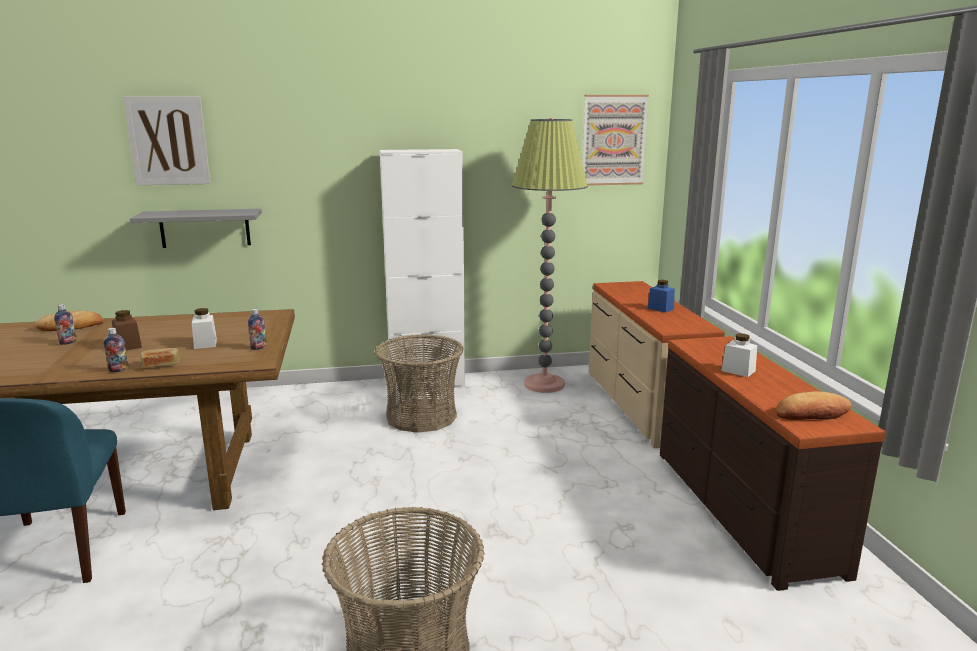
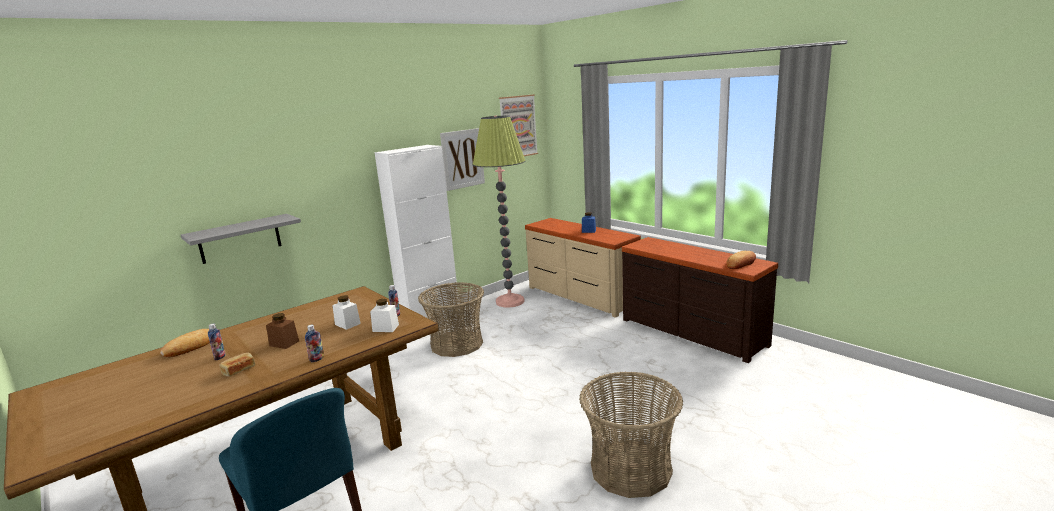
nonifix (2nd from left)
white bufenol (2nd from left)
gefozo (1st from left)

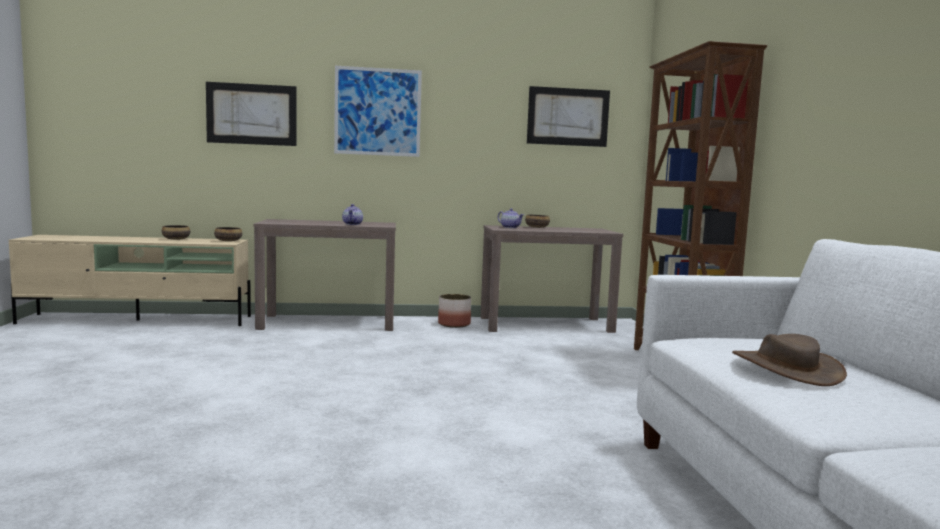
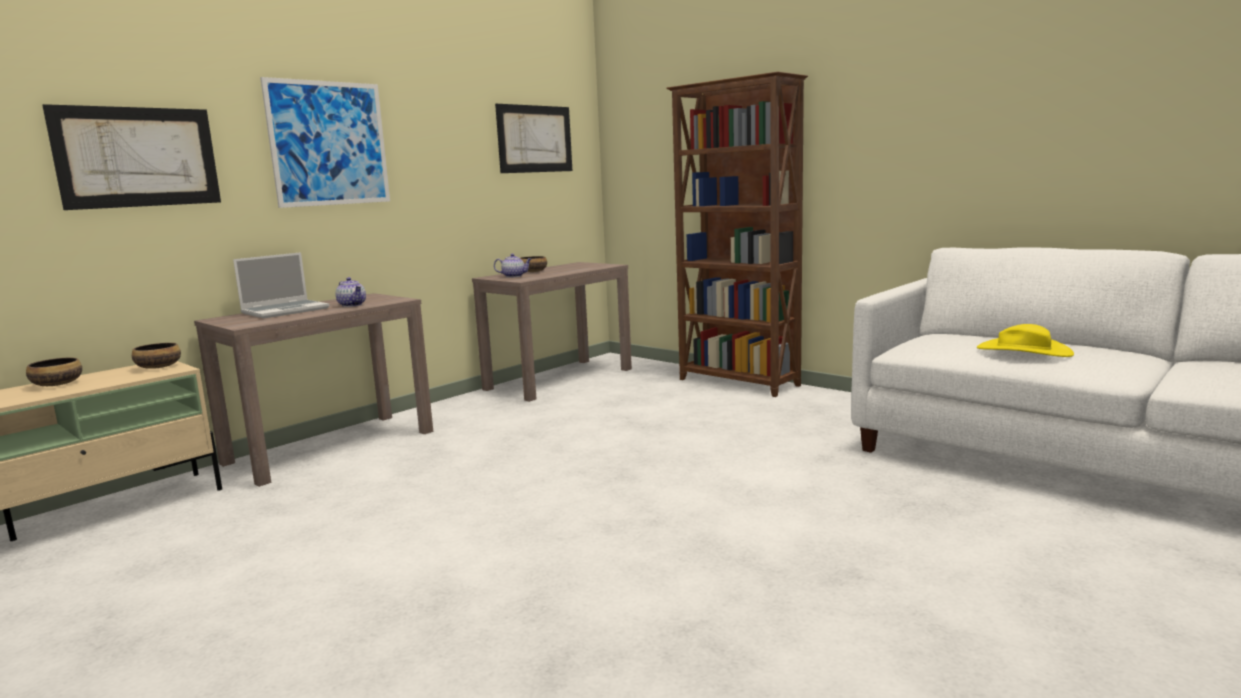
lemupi
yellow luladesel
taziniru

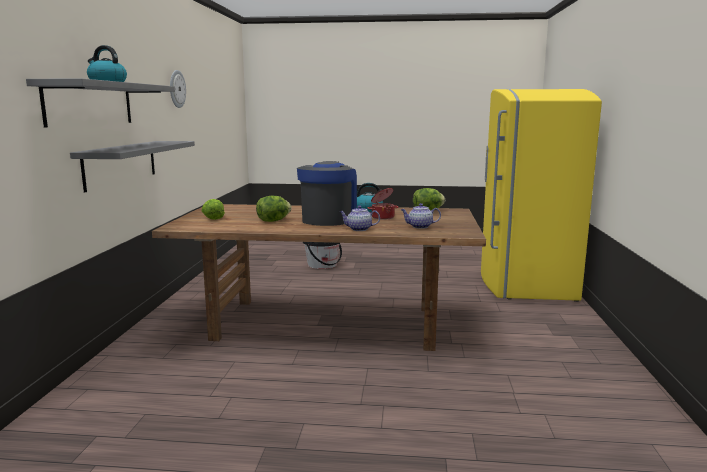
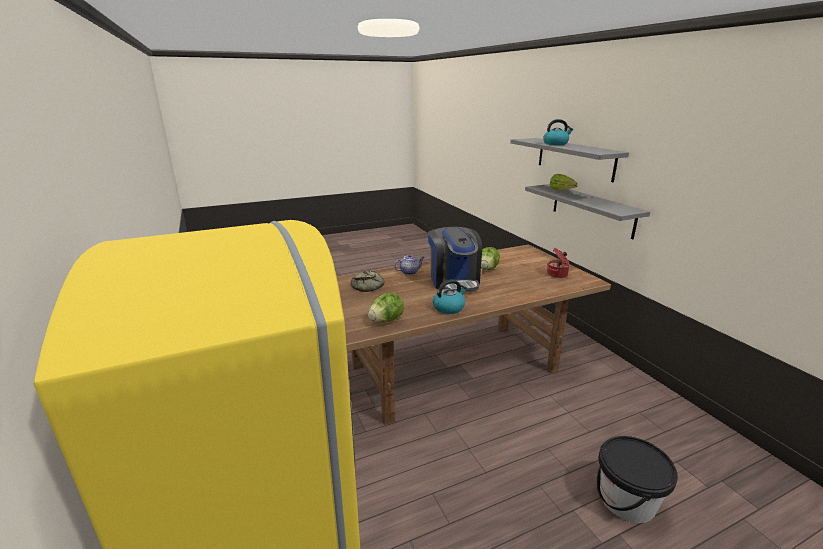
nonifix
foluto
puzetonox (3rd from left)
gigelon

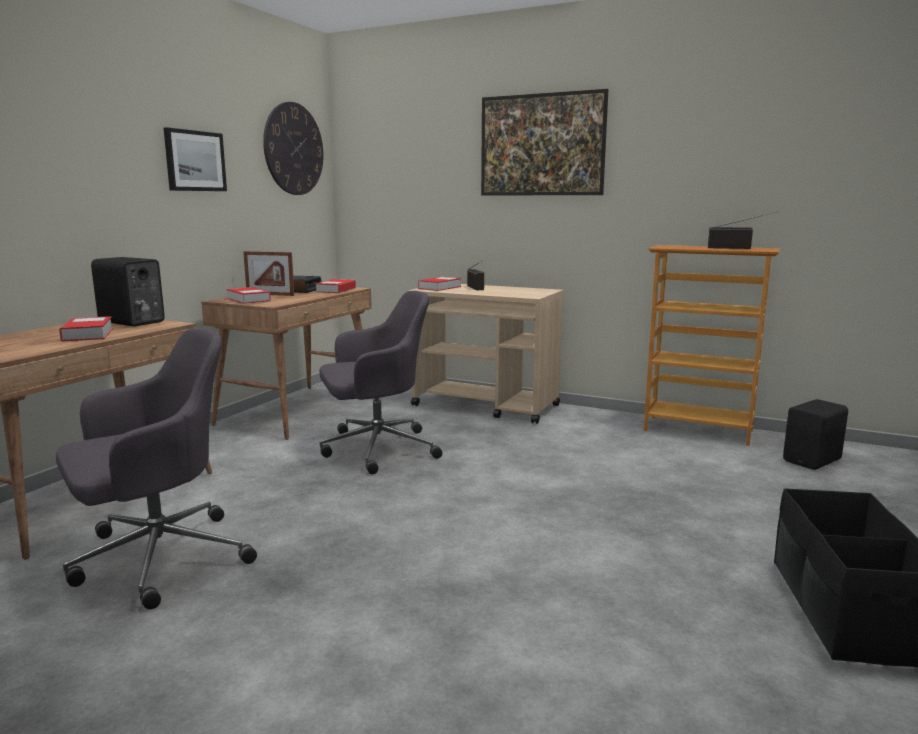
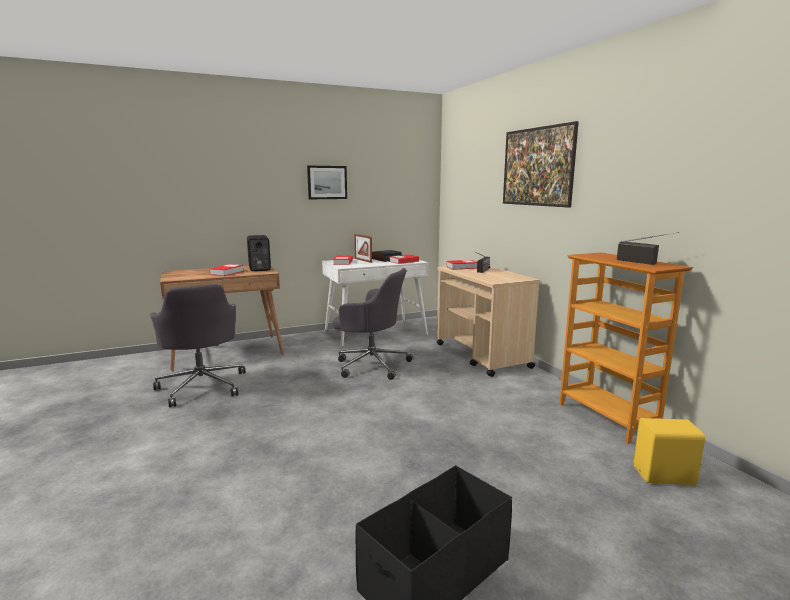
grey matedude (1st from left)
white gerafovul
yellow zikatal
gigelon

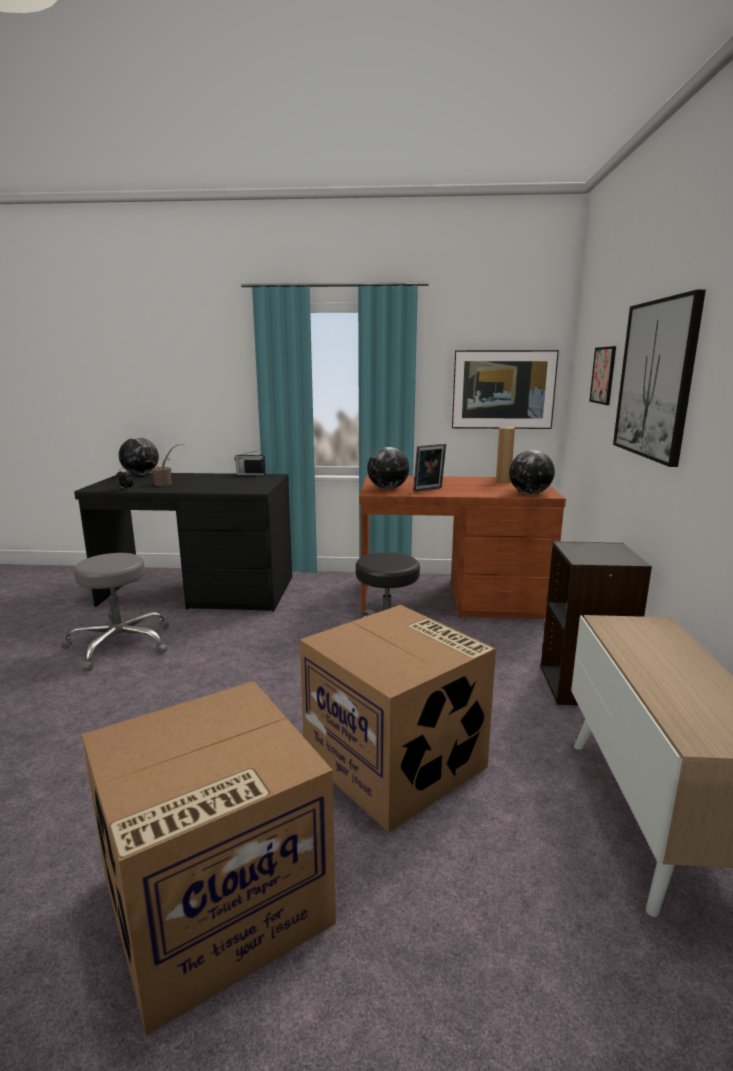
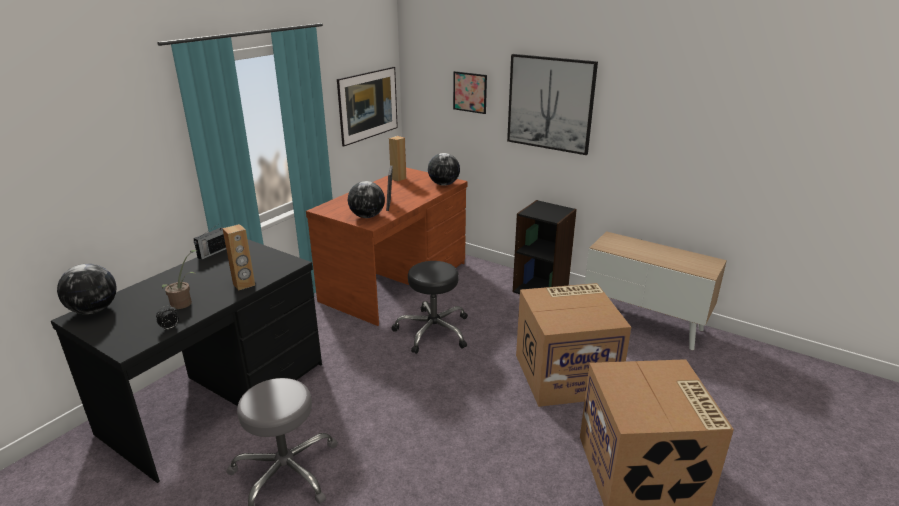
brown zikatal (1st from left)

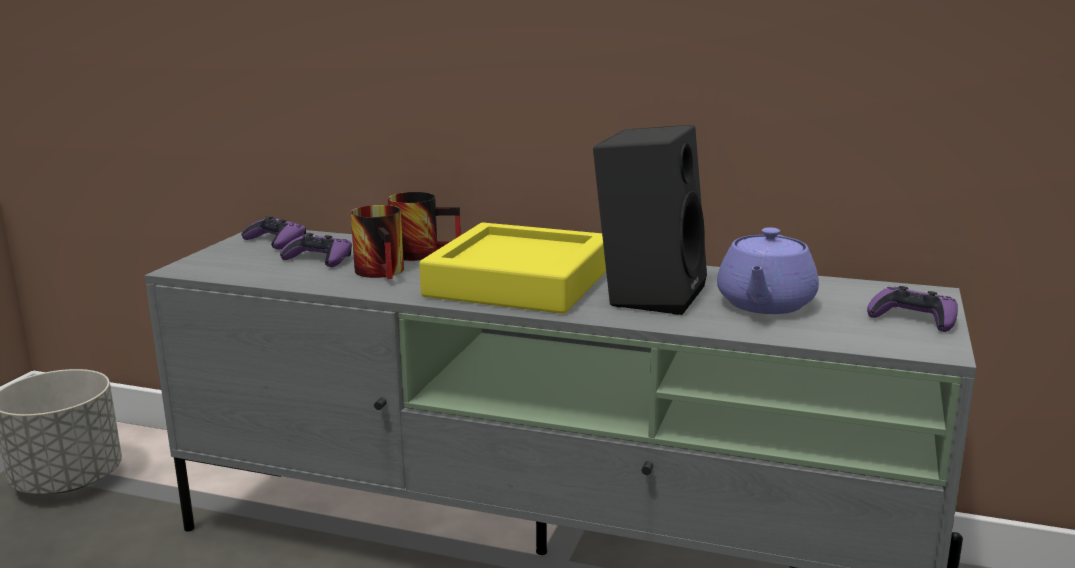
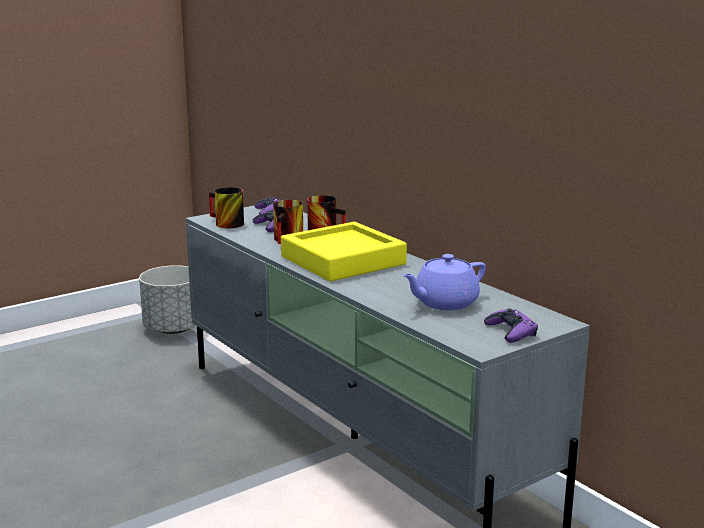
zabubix (1st from left)
black zikatal

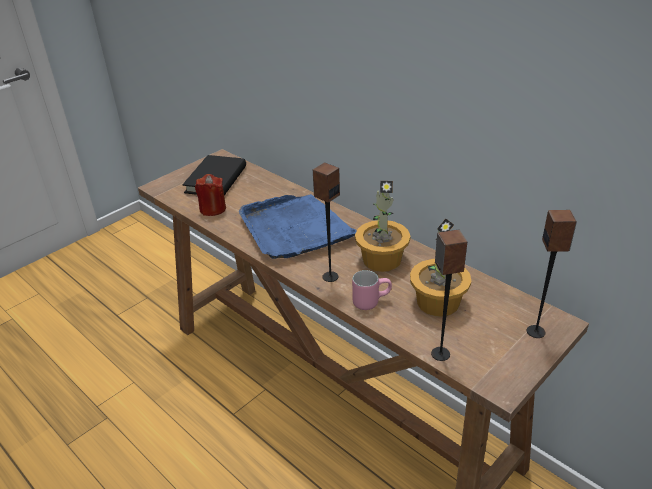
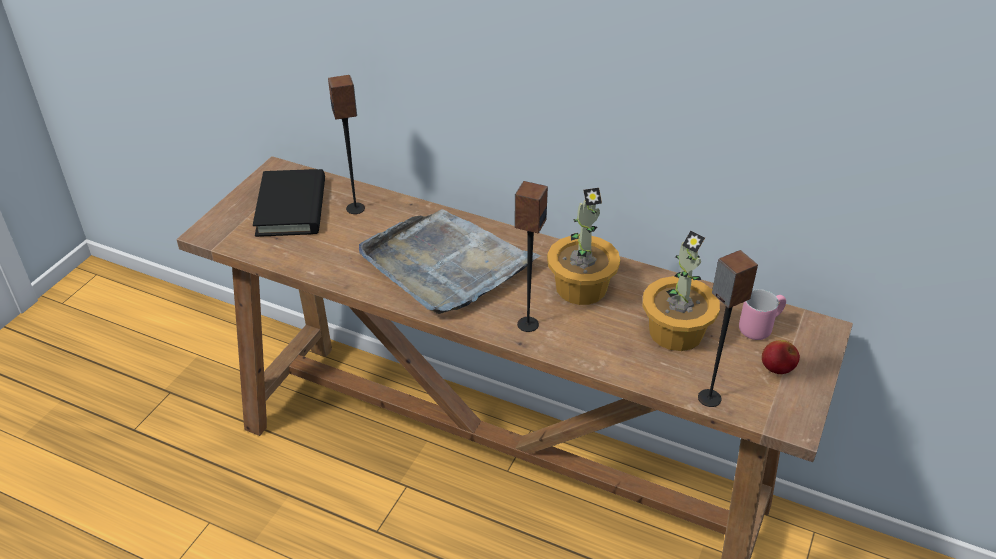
zikatal (1st from left)
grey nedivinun
pink zabubix
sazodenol
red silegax

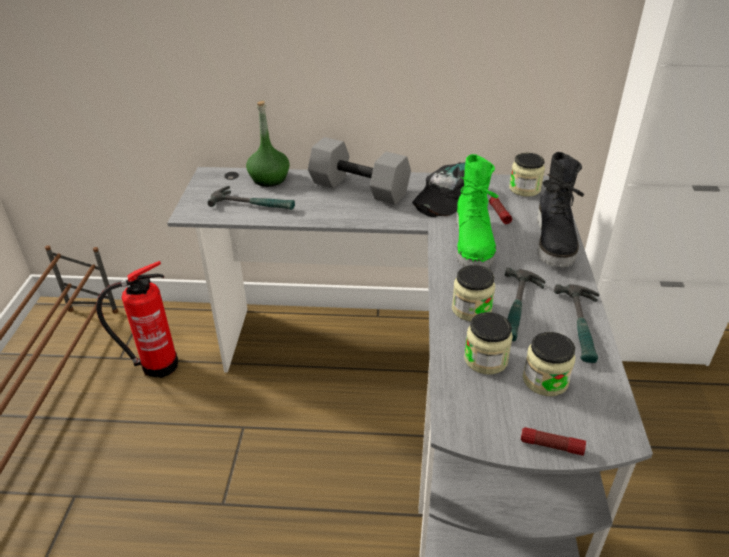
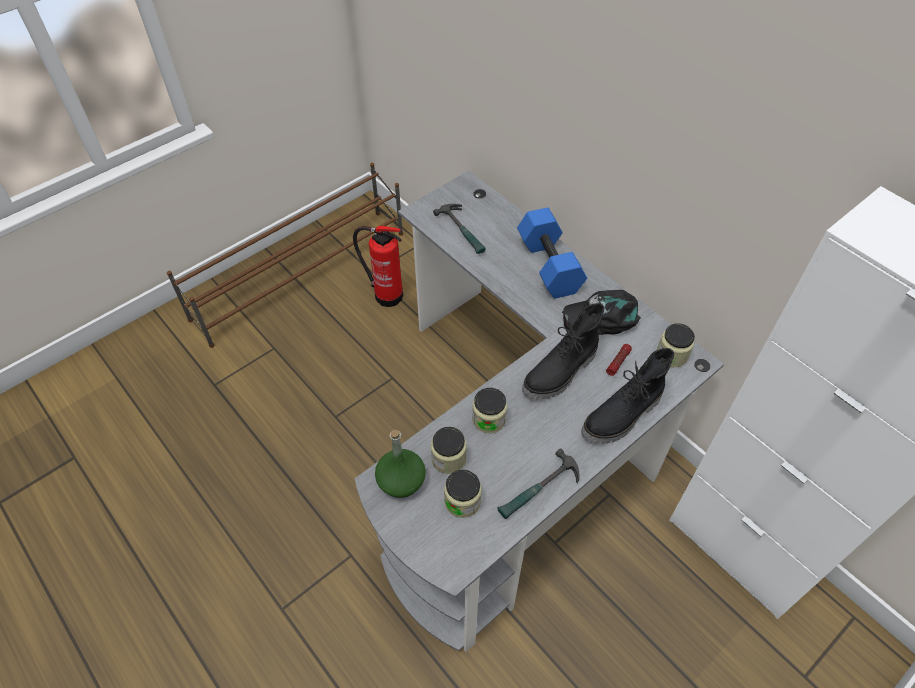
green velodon
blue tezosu
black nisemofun (1st from left)
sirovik (2nd from left in the first image)
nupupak (2nd from left in the first image)

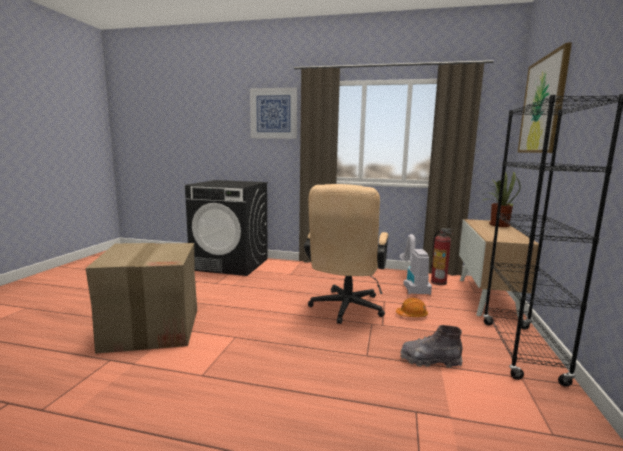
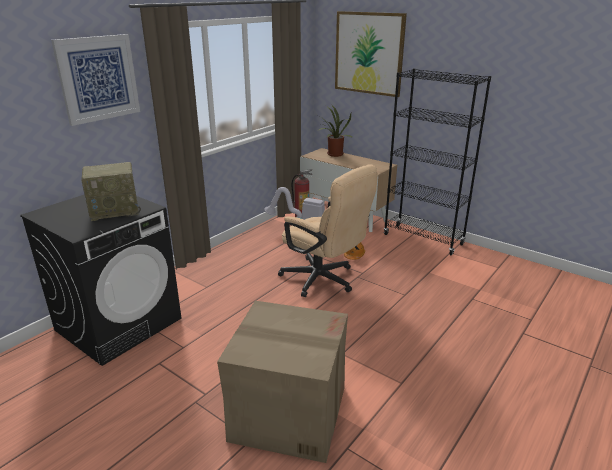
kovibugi
grey nisemofun

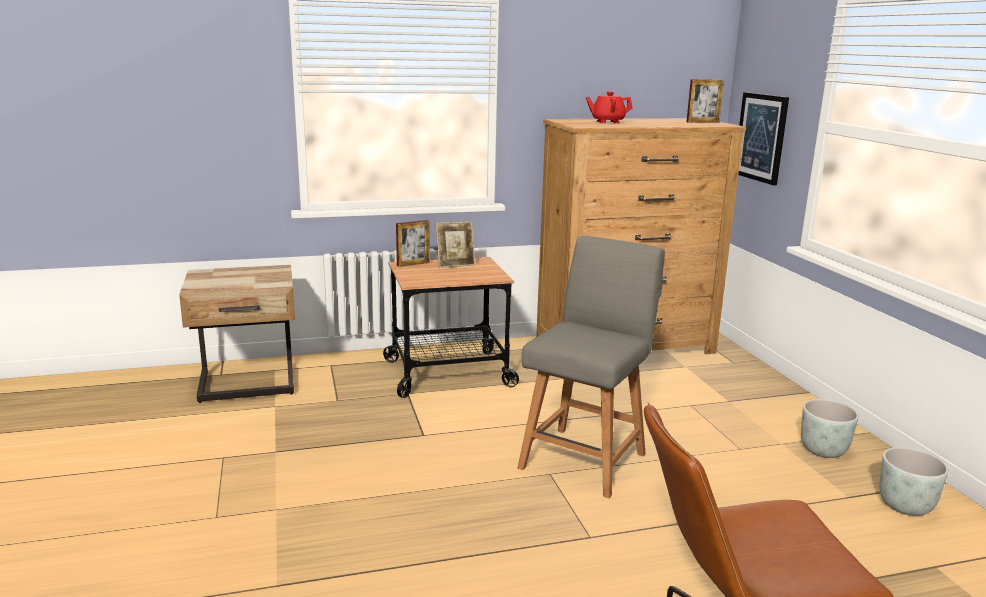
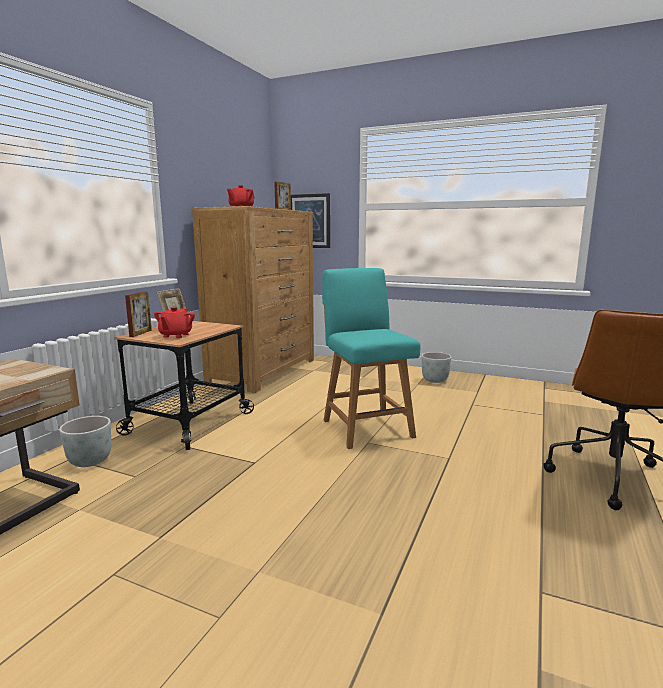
grey taziniru (1st from left)
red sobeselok (1st from left)
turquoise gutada

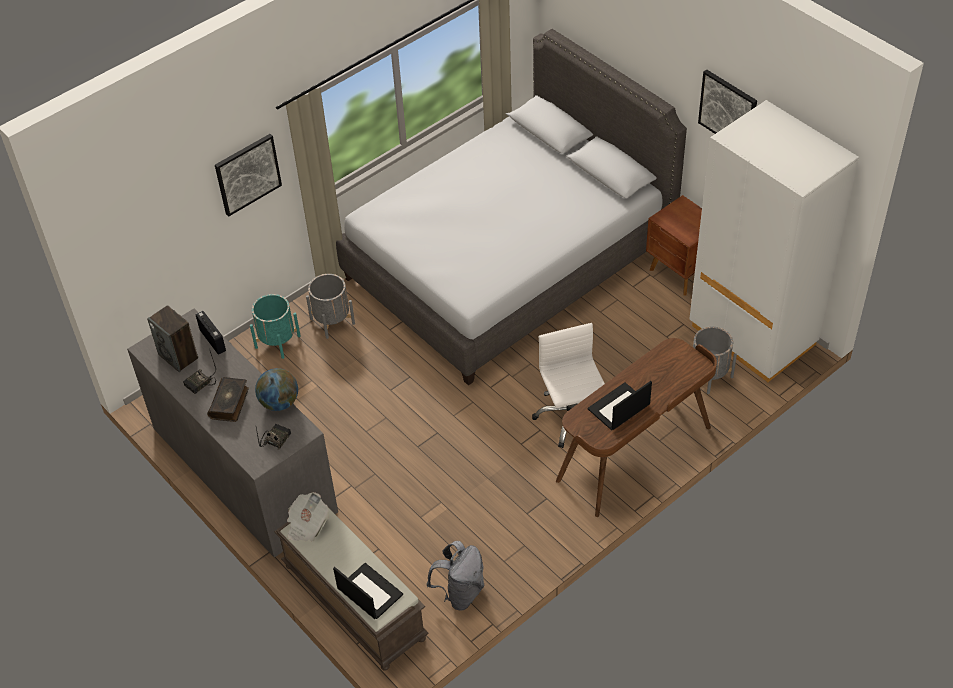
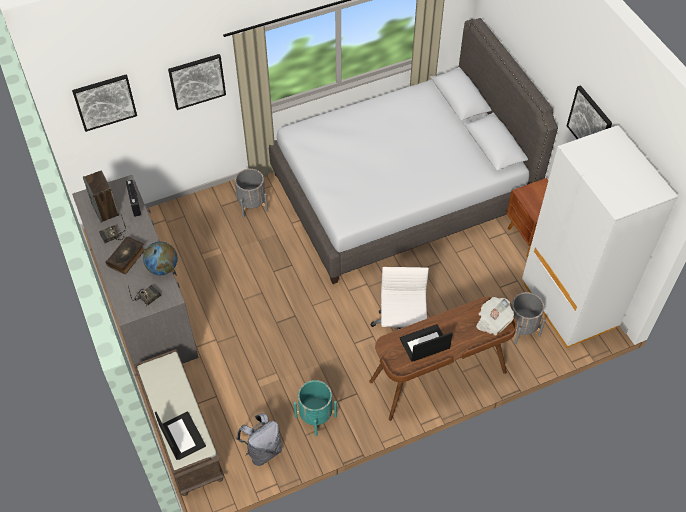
gefozo (1st from left)
turquoise taziniru
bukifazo

